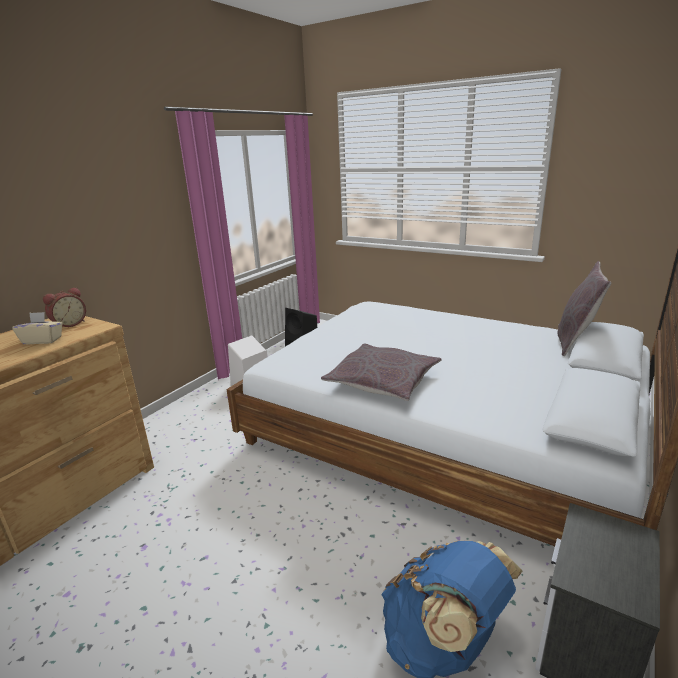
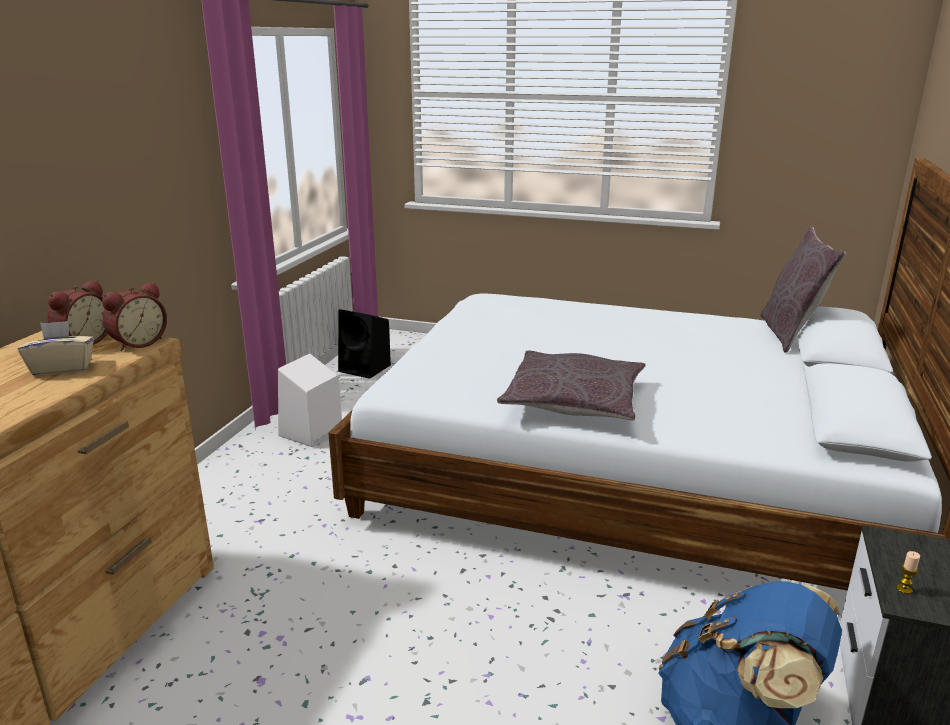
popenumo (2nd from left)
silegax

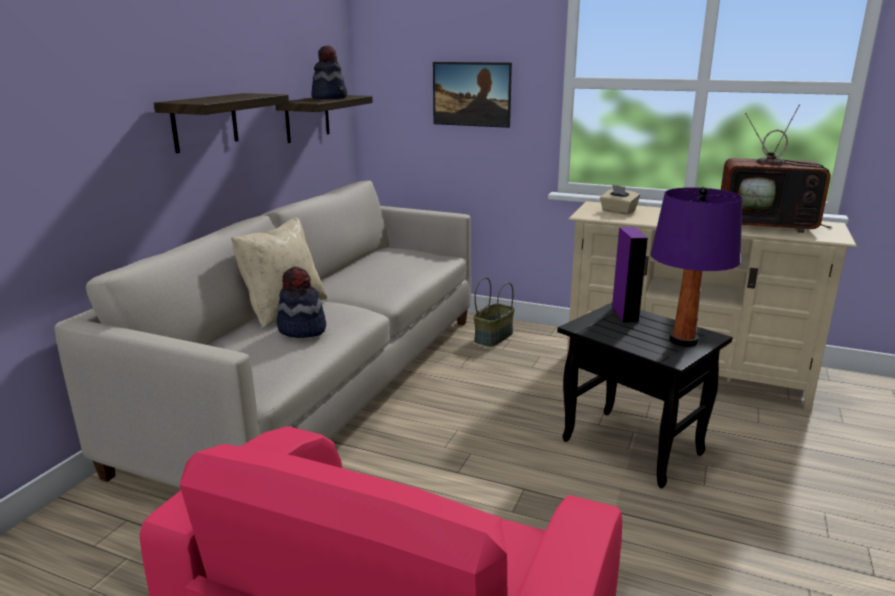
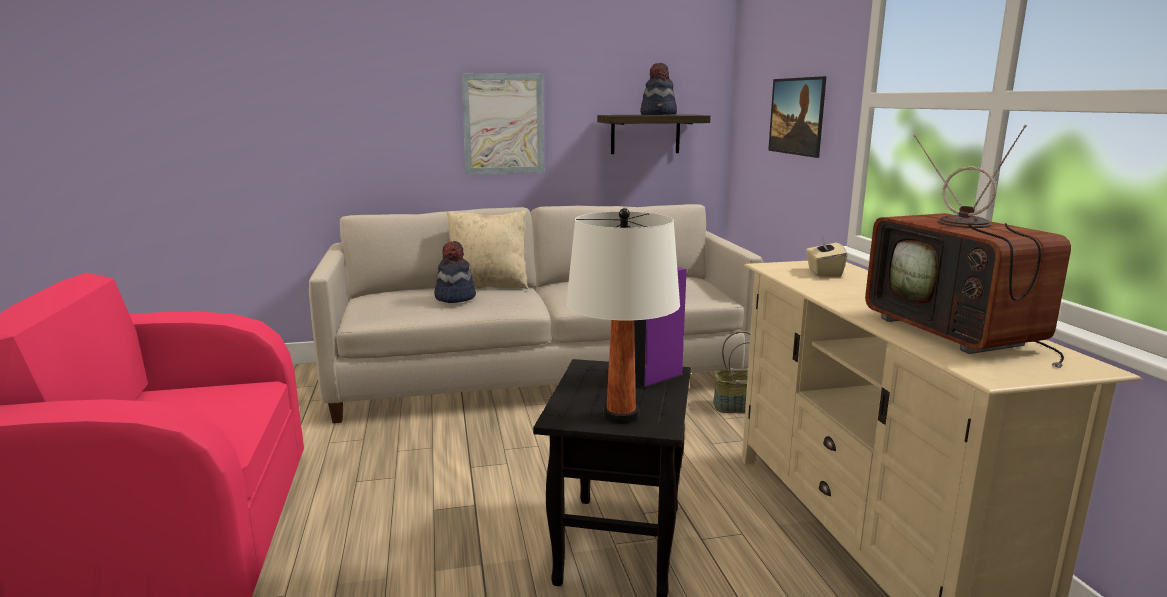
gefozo (1st from left)
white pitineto

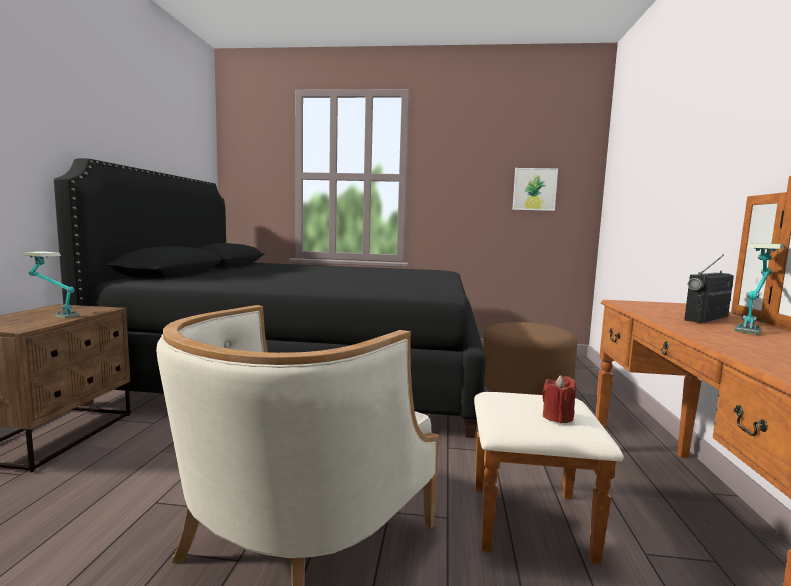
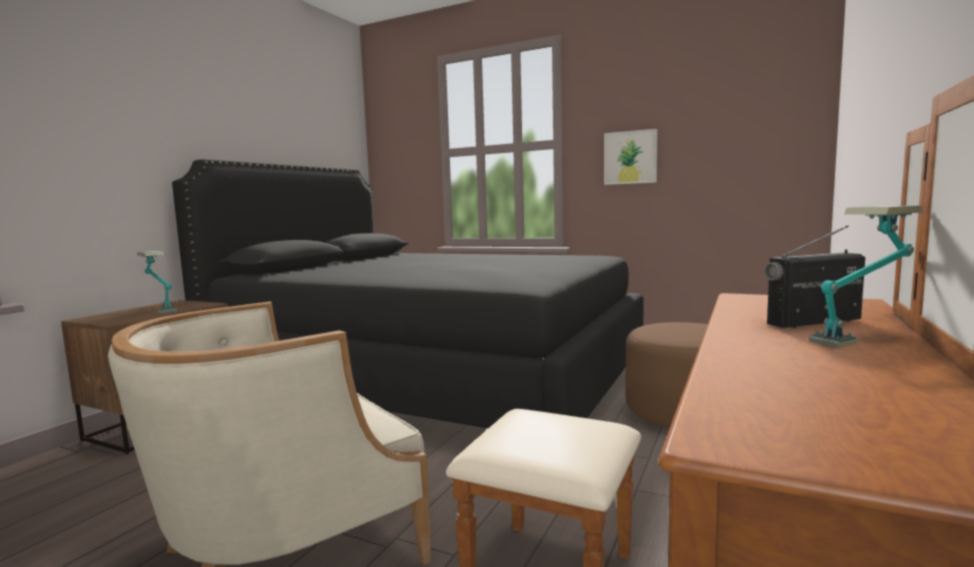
gefozo
red silegax

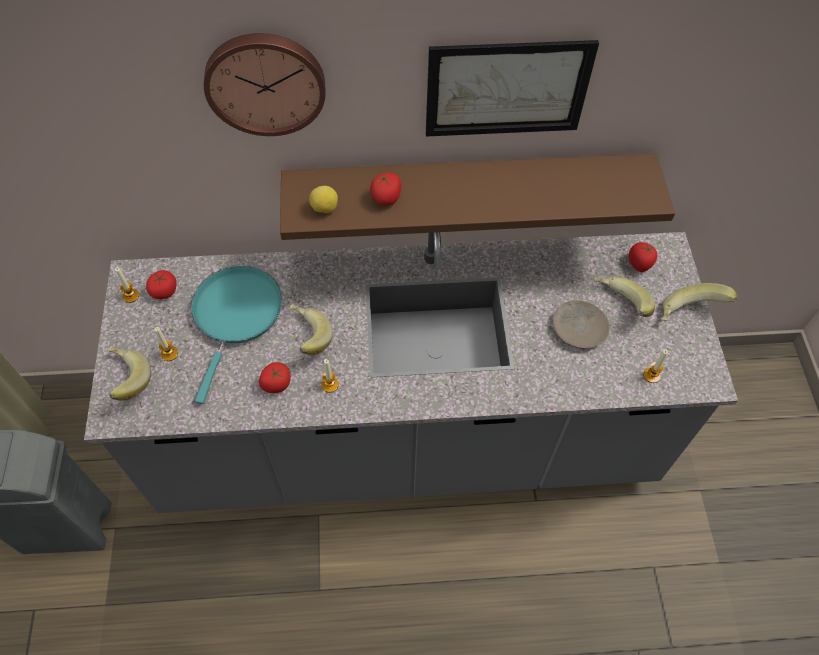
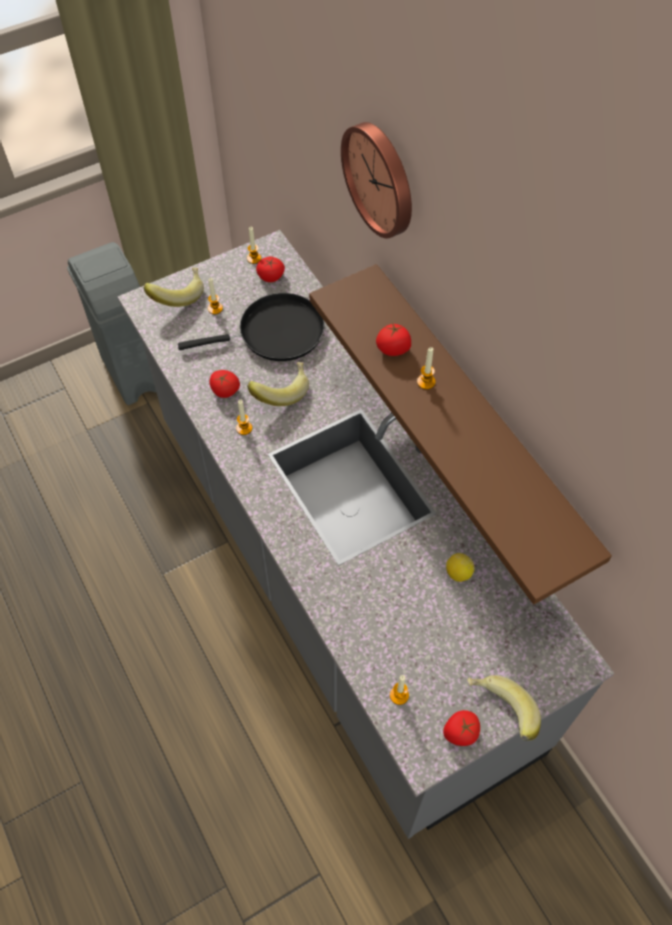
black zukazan
silegax (5th from left)
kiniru (4th from left)
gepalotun
gefozo
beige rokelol
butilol (3rd from left in the first image)

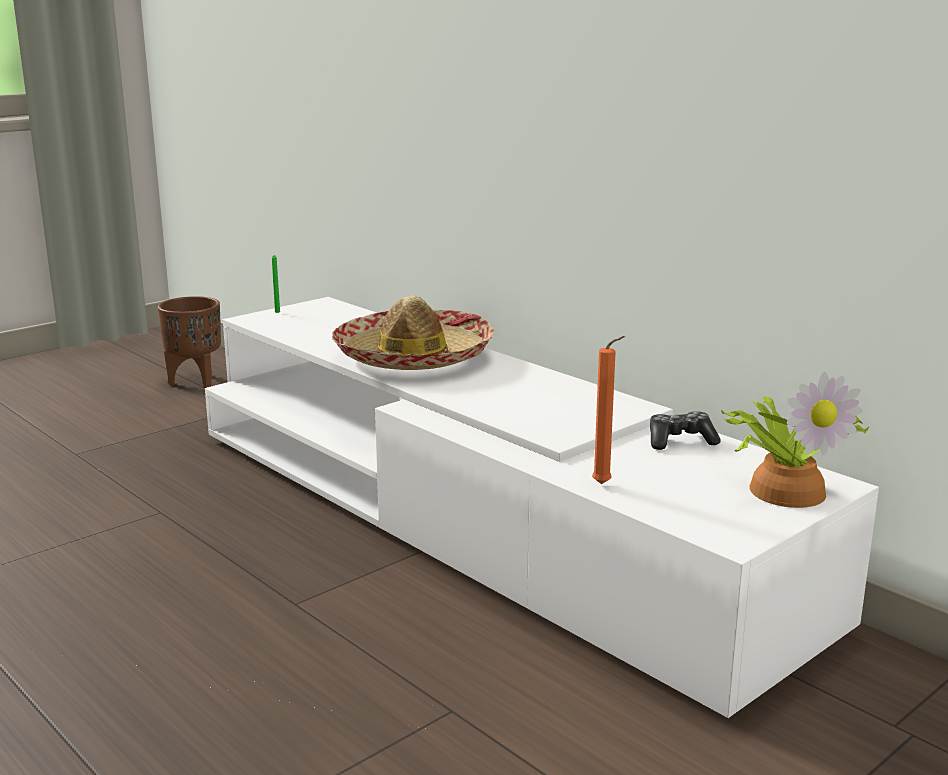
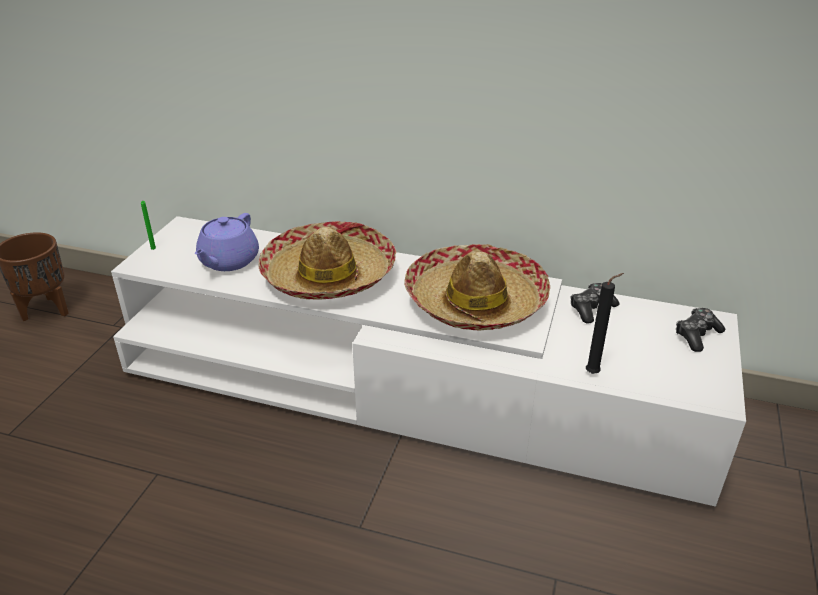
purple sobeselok
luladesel (2nd from left)
black silegax
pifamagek (2nd from left)

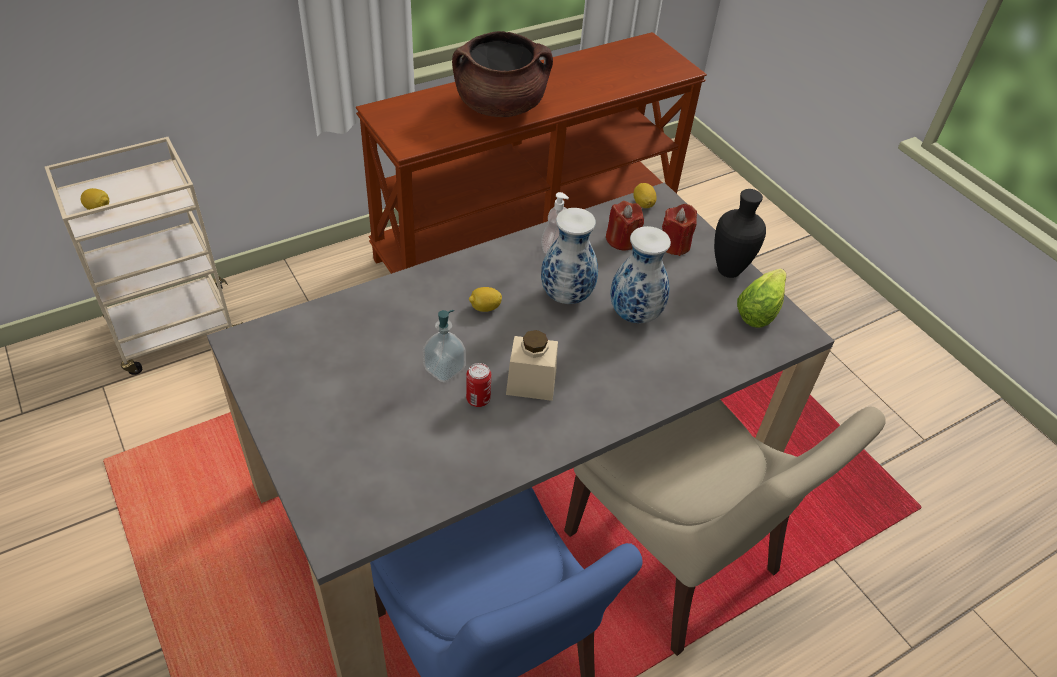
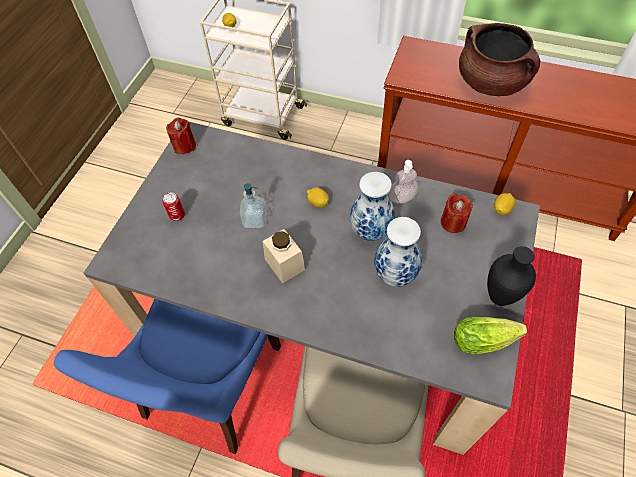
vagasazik
red silegax (1st from left)

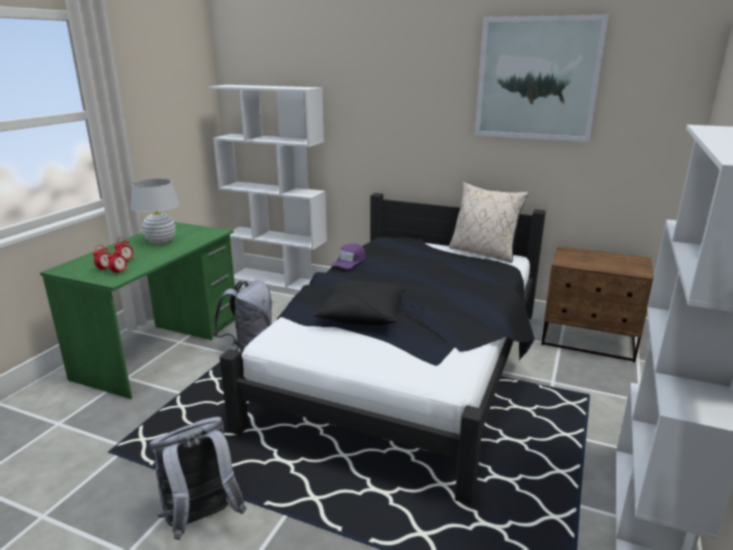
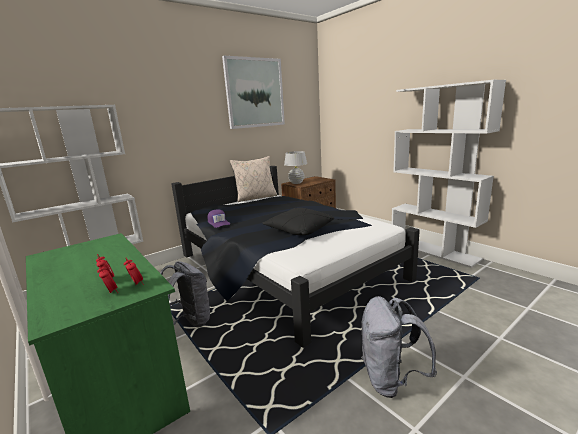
white pitineto

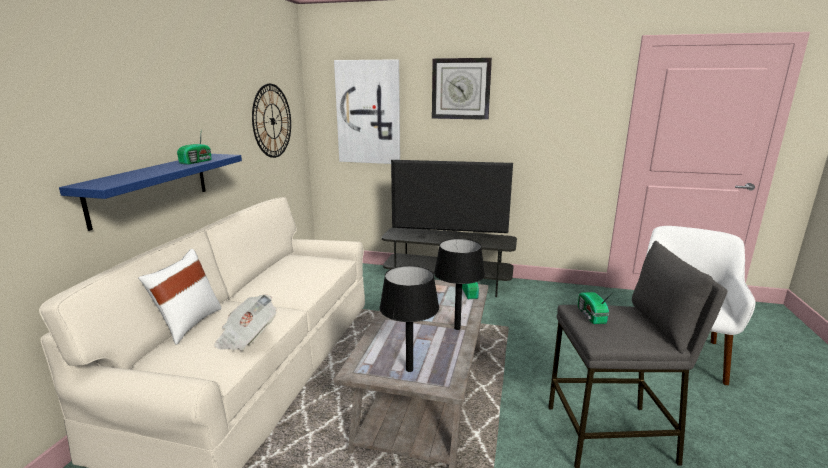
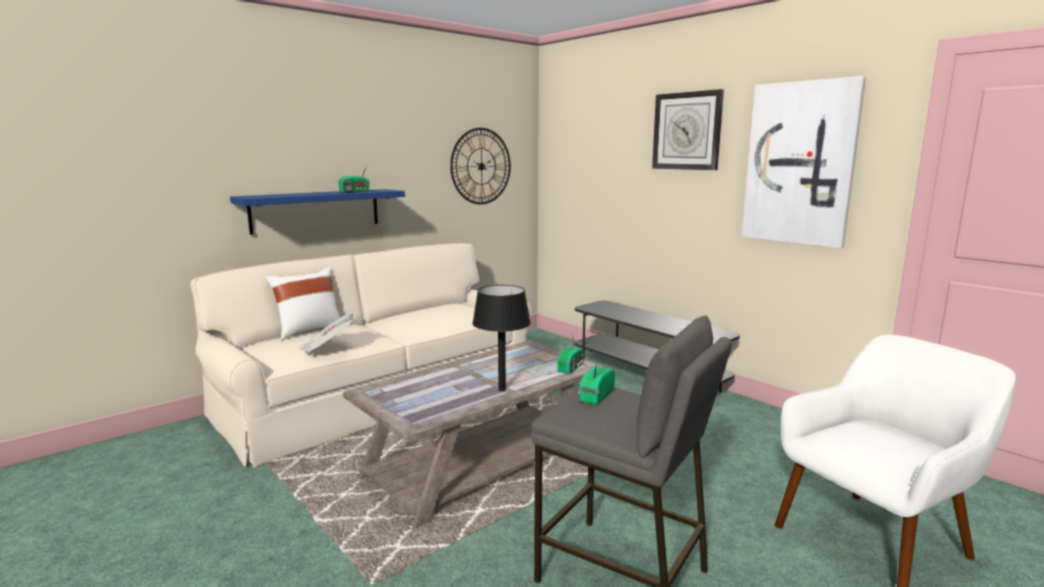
gefozo
black pitineto (1st from left in the first image)
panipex

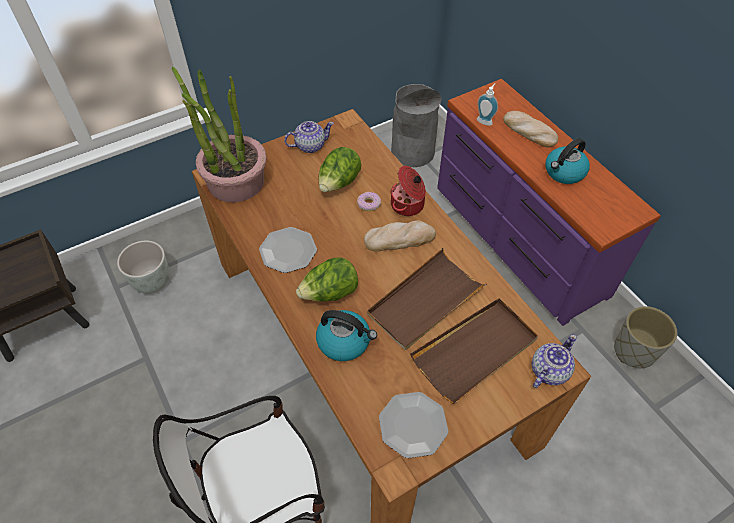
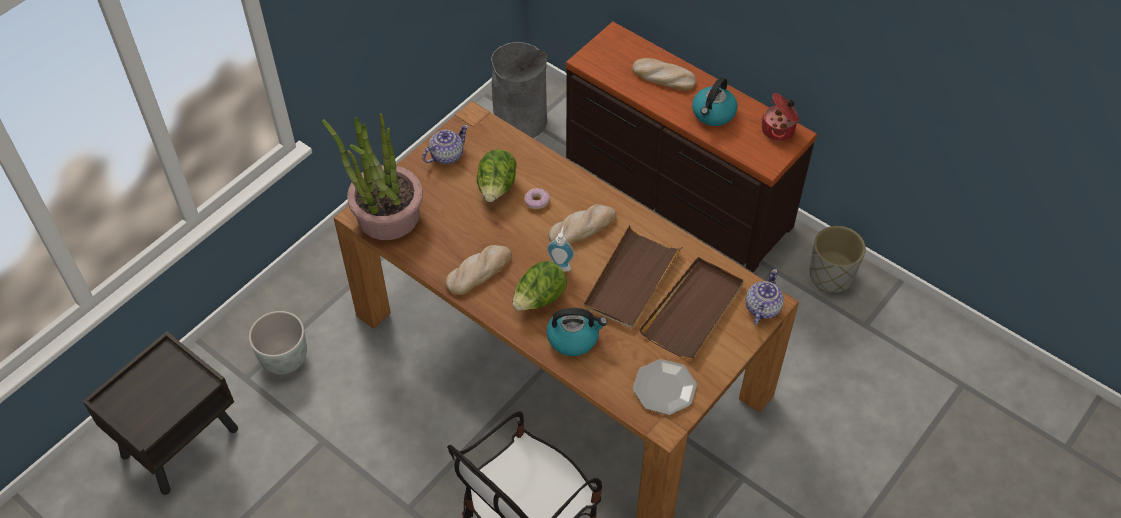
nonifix (1st from left)
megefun
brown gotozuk
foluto

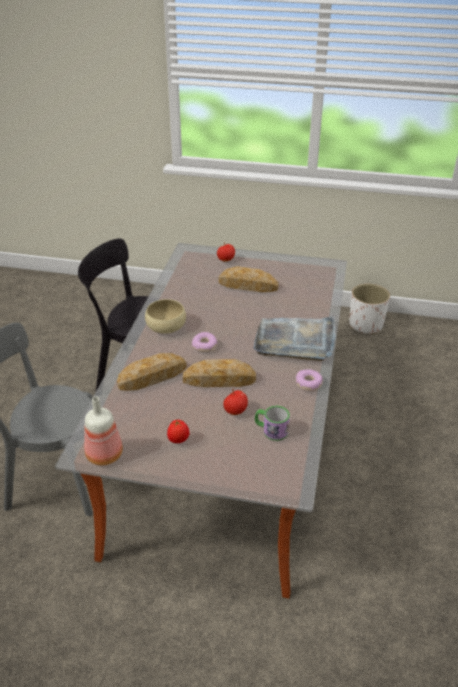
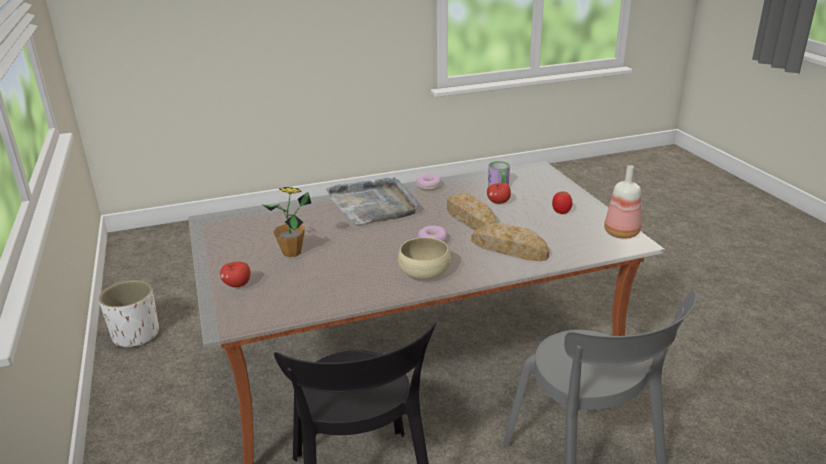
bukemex

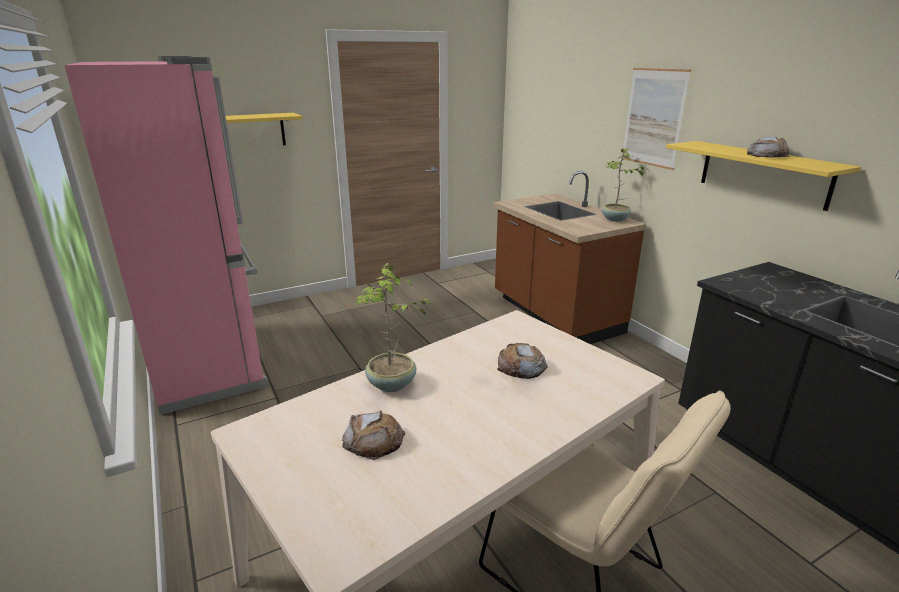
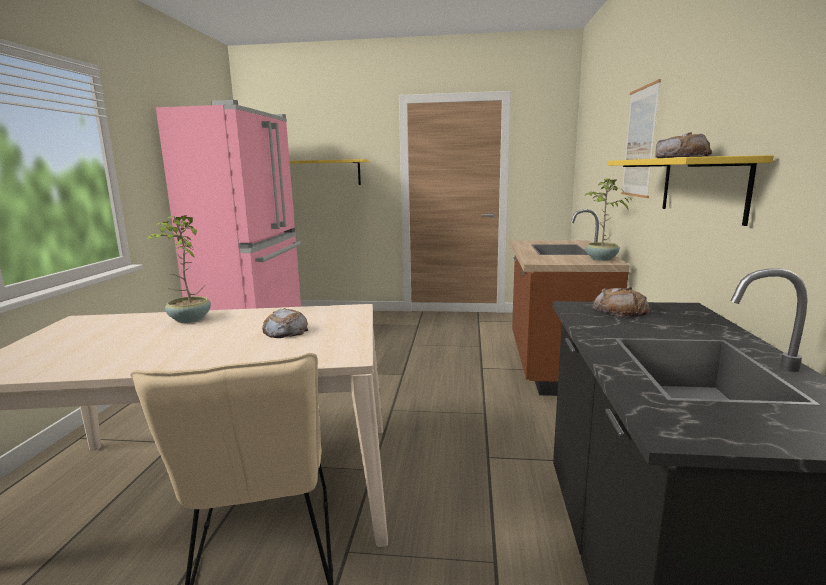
nonifix (2nd from left)

